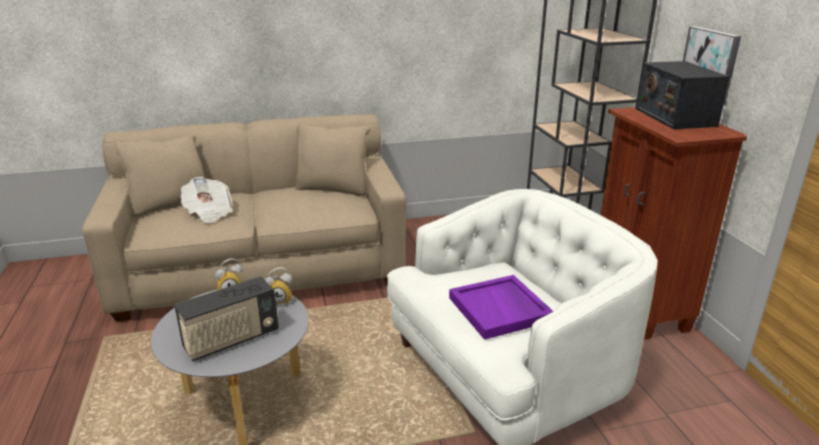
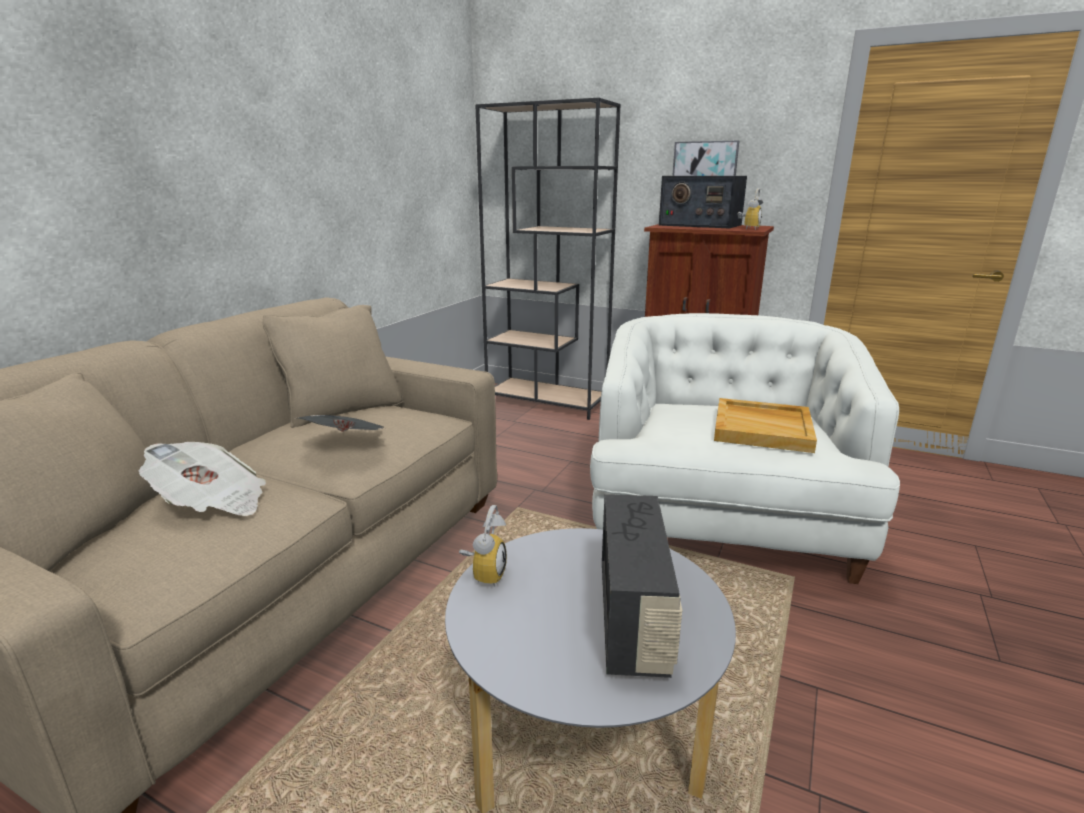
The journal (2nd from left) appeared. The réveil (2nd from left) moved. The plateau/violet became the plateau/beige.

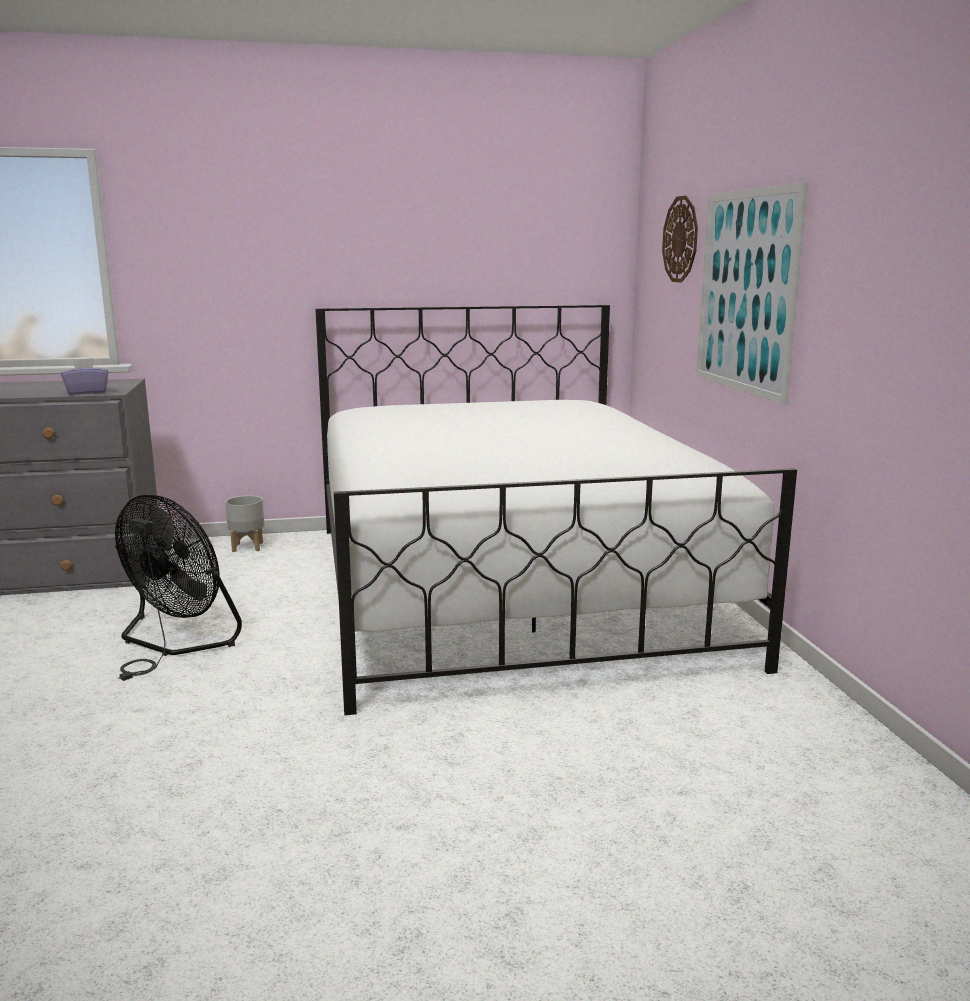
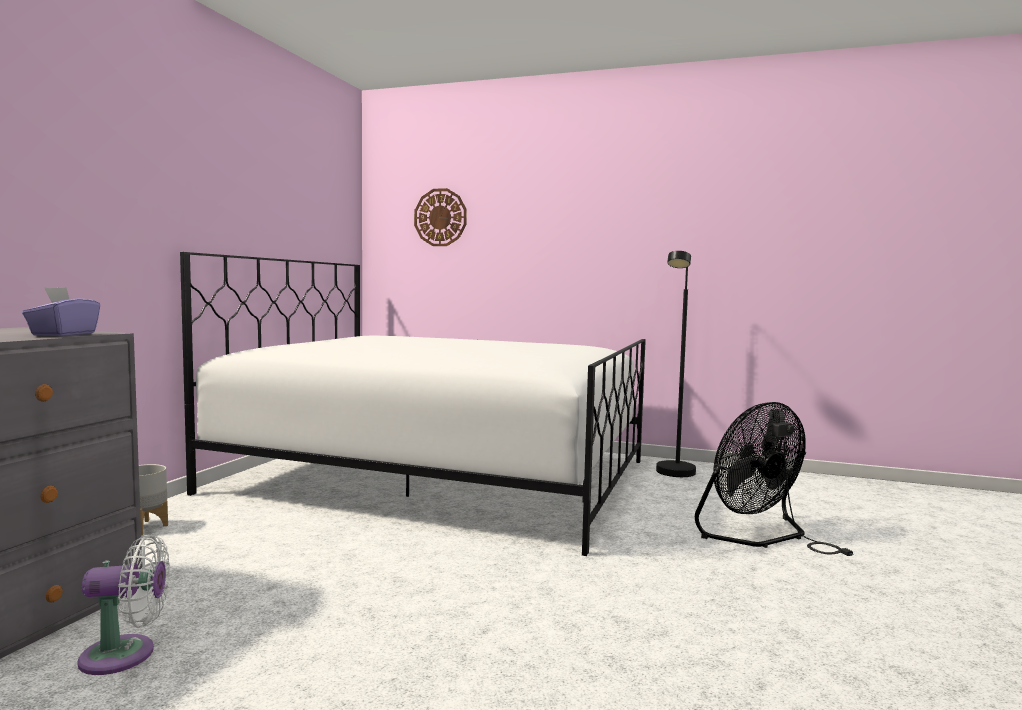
The tableau disappeared. The ventilateur/blanc appeared. The lampadaire/noir appeared. The ventilateur/noir moved.

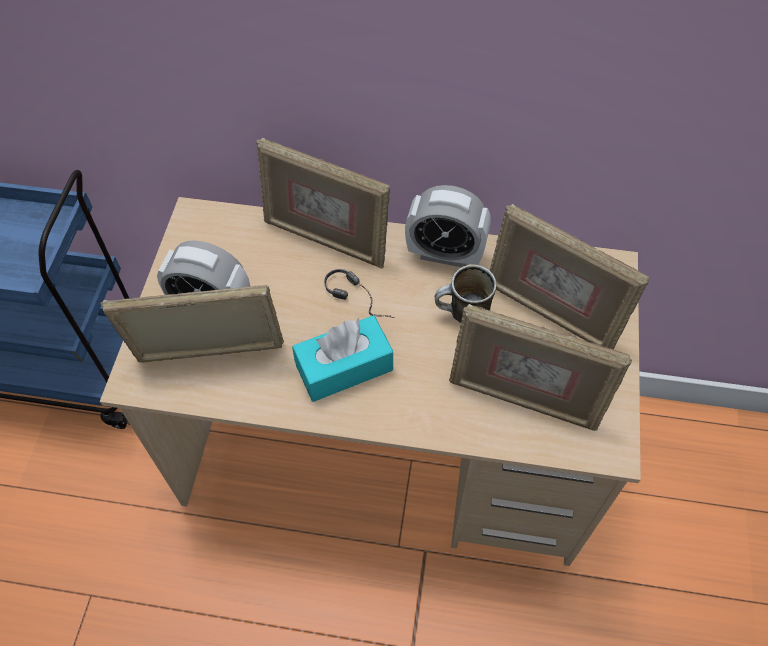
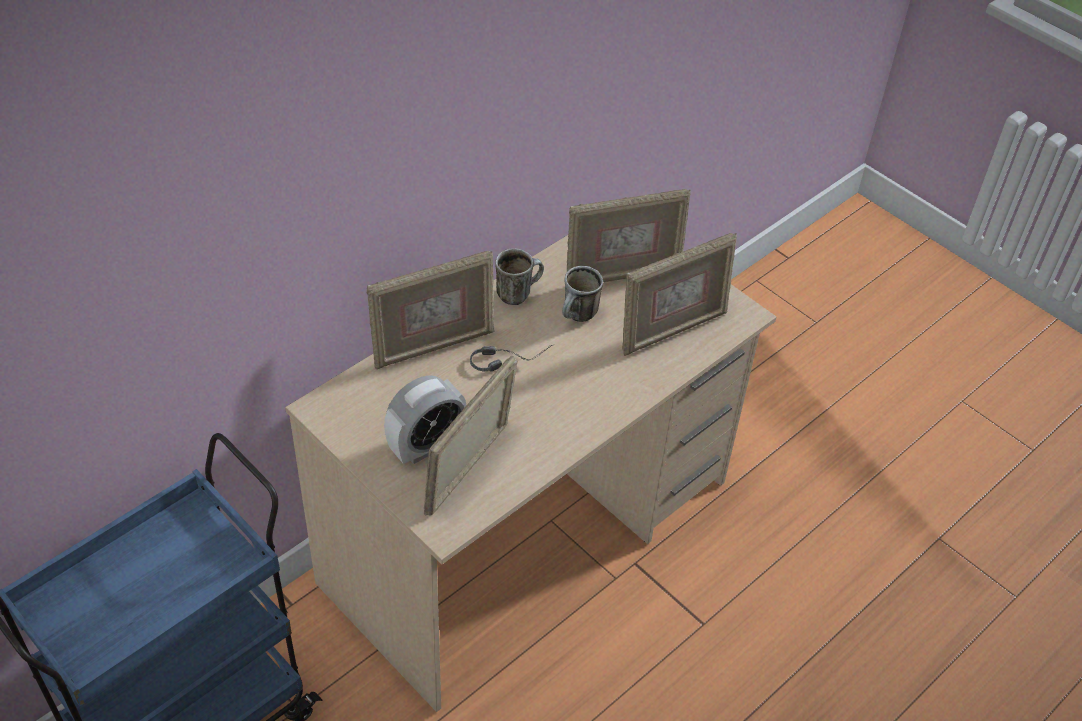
The boîte à mouchoirs/turquoise disappeared. The réveil (2nd from left) was replaced by the mug (1st from left).

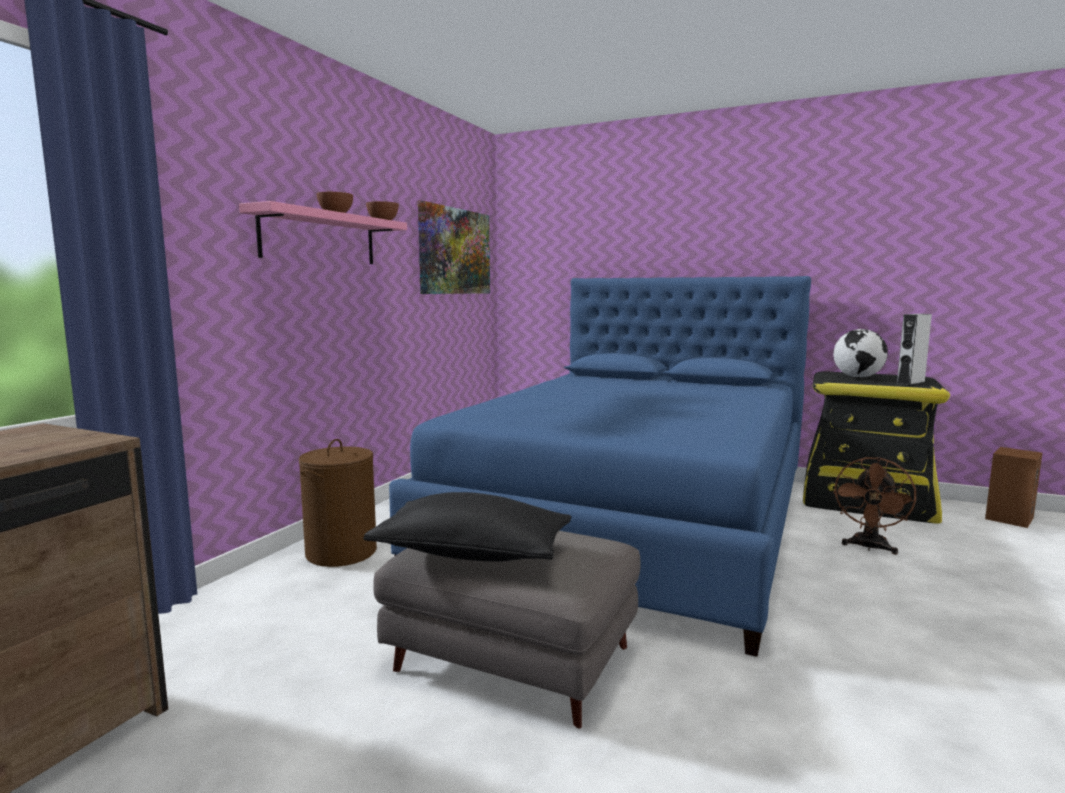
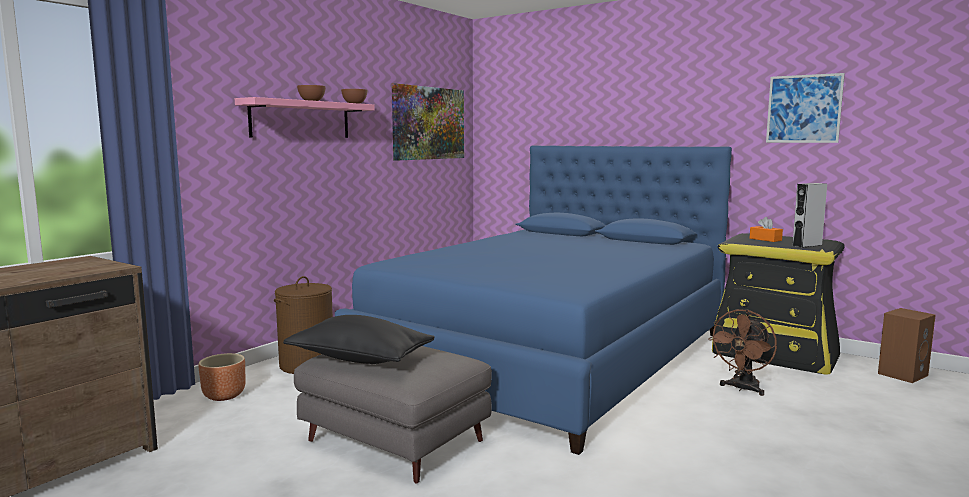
The cache-pot/marron appeared. The tableau (2nd from left) appeared. The globe was replaced by the boîte à mouchoirs/orange.

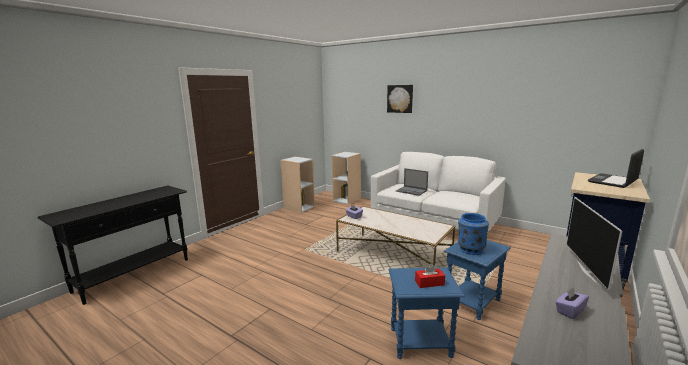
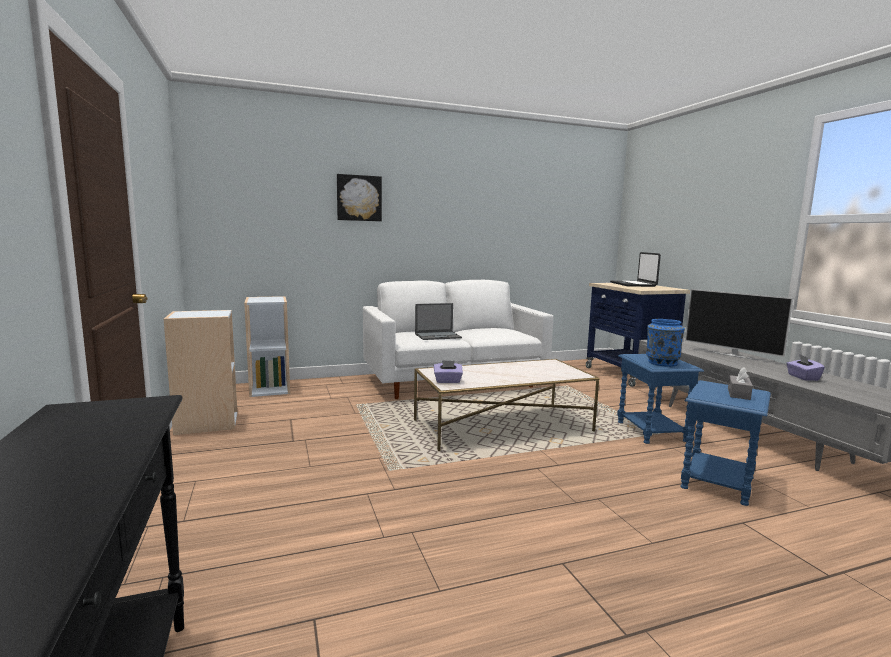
The boîte à mouchoirs/rouge became the boîte à mouchoirs/gris.

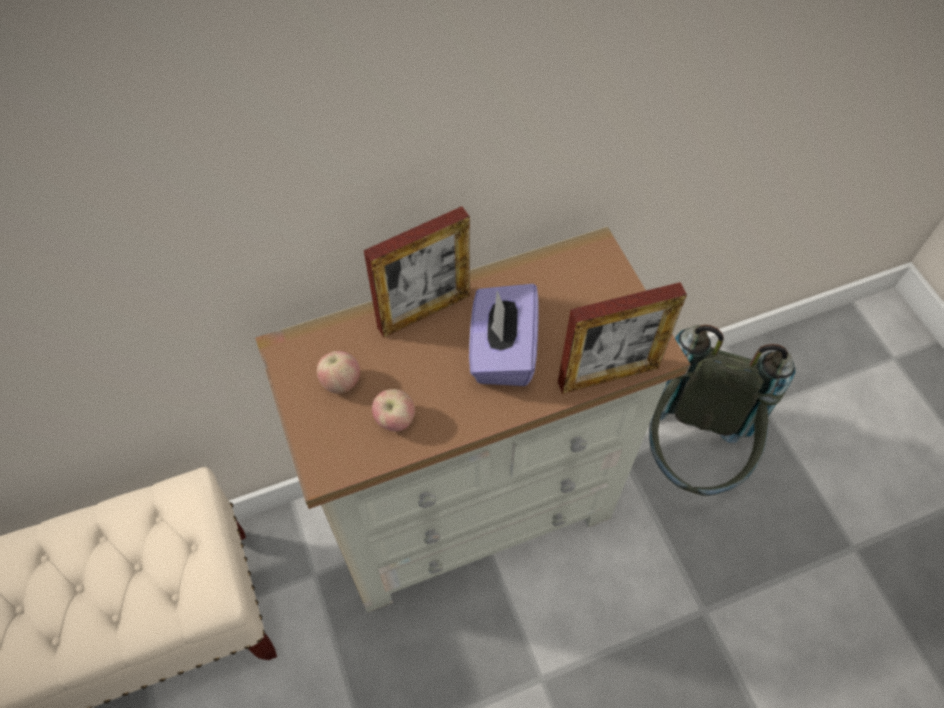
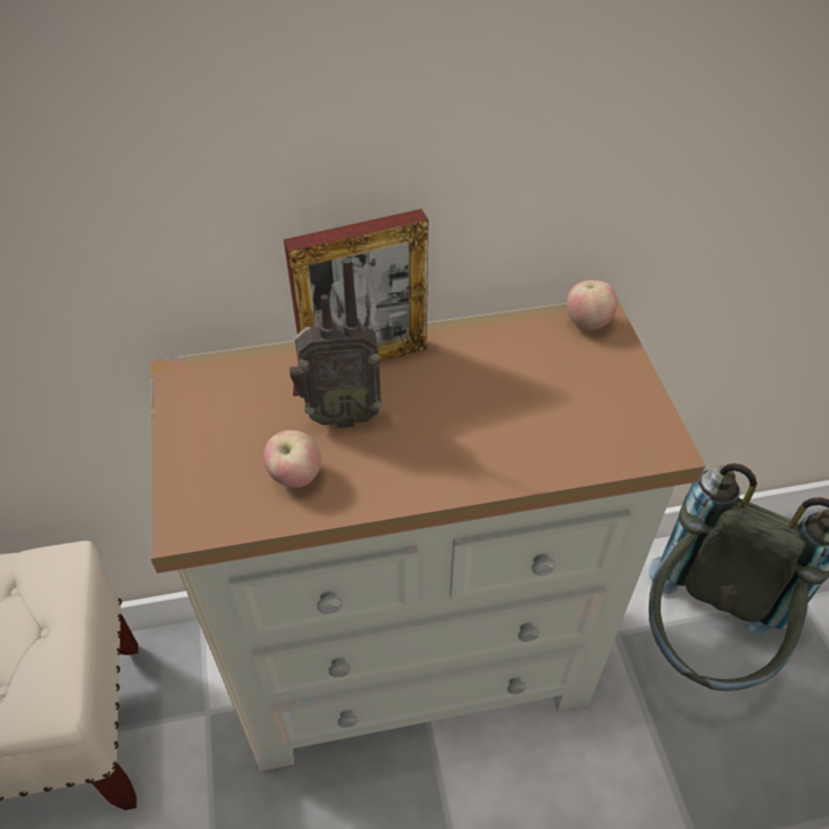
The boîte à mouchoirs/violet disappeared. The cadre photo (2nd from left) disappeared. The radio appeared. The pomme (1st from left in the first image) moved.

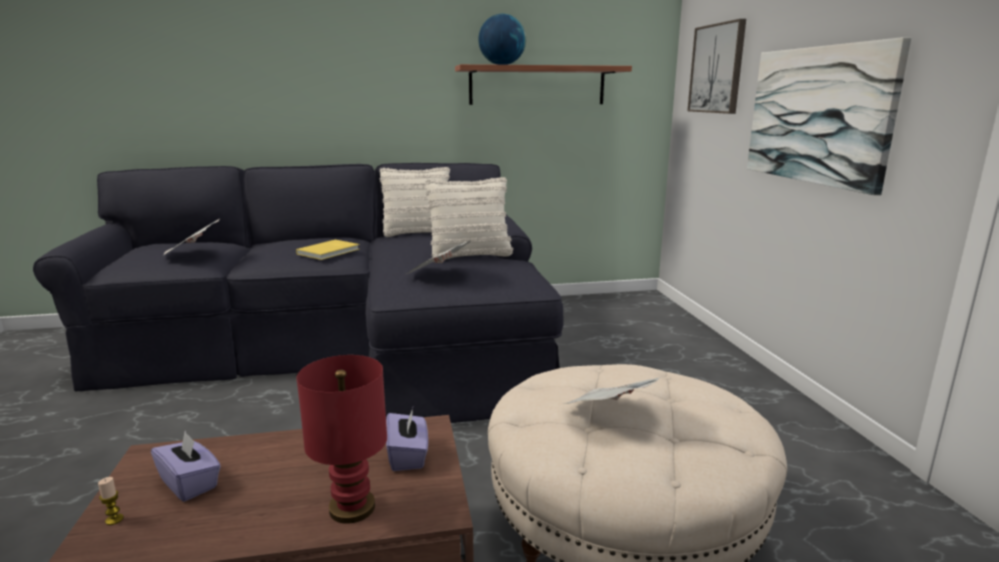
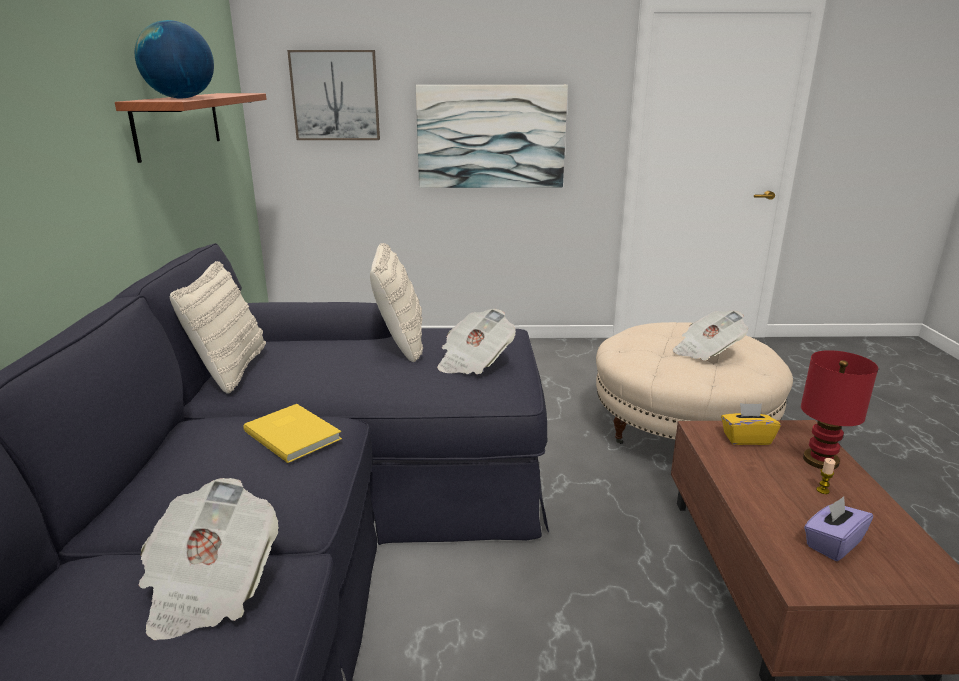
The bougie moved. The boîte à mouchoirs/violet (2nd from left) became the boîte à mouchoirs/jaune.

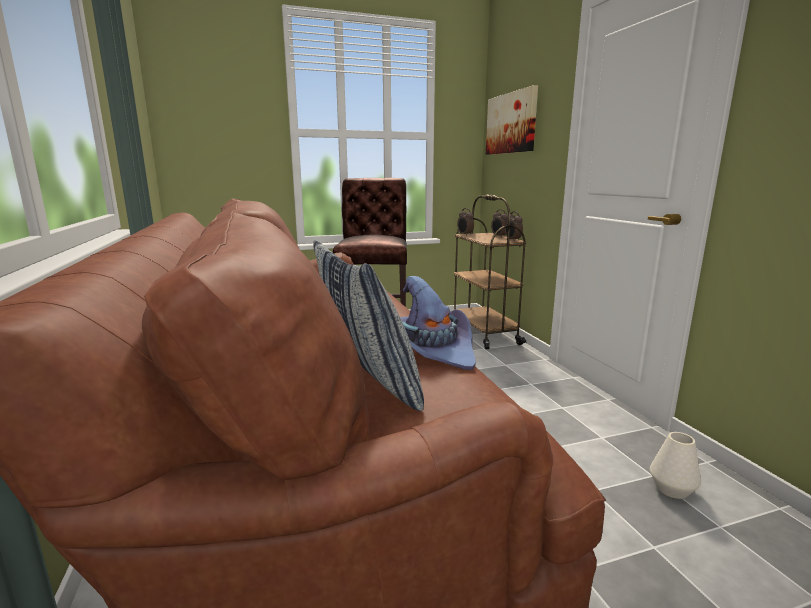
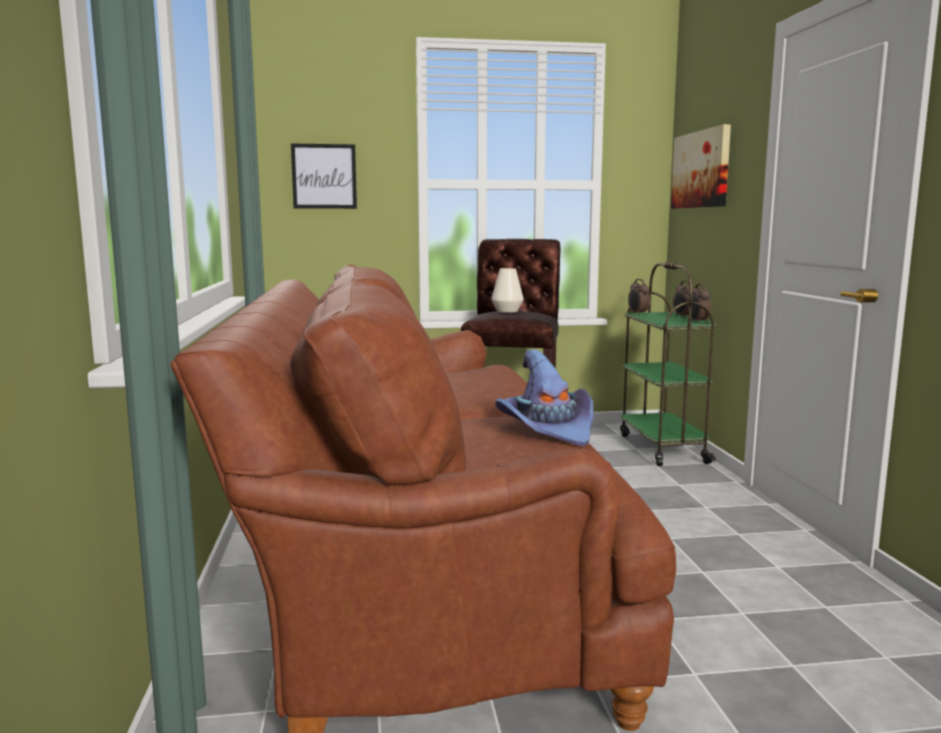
The coussin disappeared. The tableau (1st from left) appeared. The vase/blanc moved. The chariot/marron became the chariot/vert.

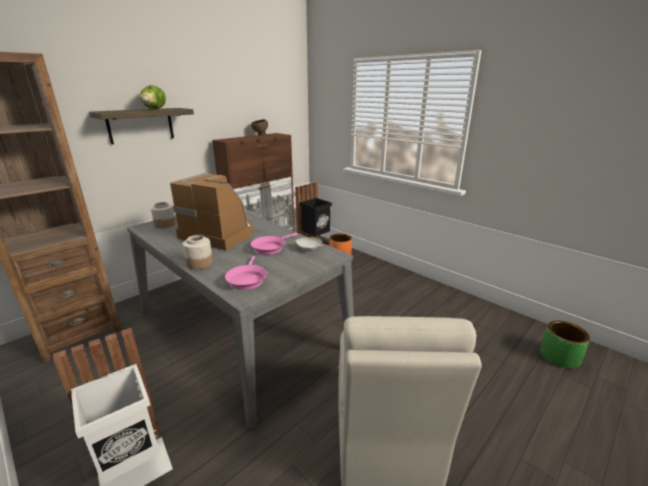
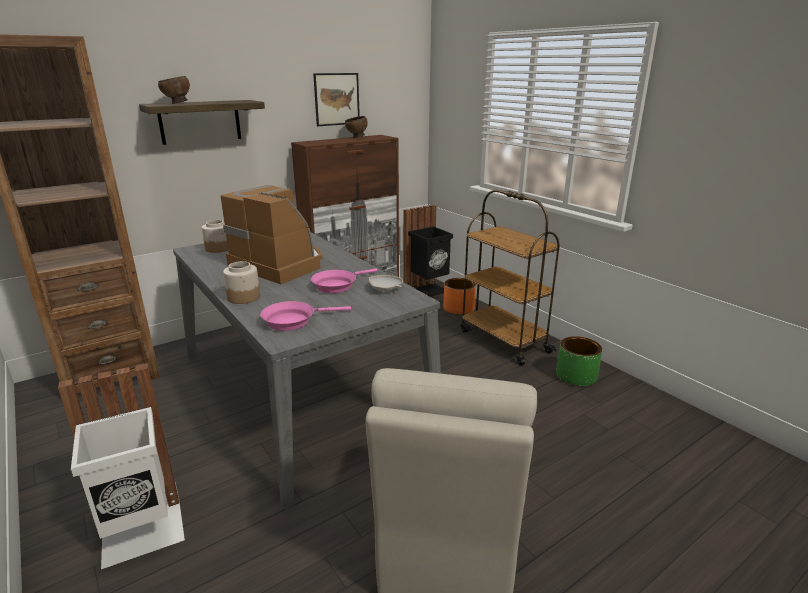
The laitue disappeared. The bol/marron (1st from left) appeared. The tableau appeared. The chariot/marron appeared. The cache-pot/vert moved. The poêle/rose (1st from left) turned 60 degrees clockwise.

